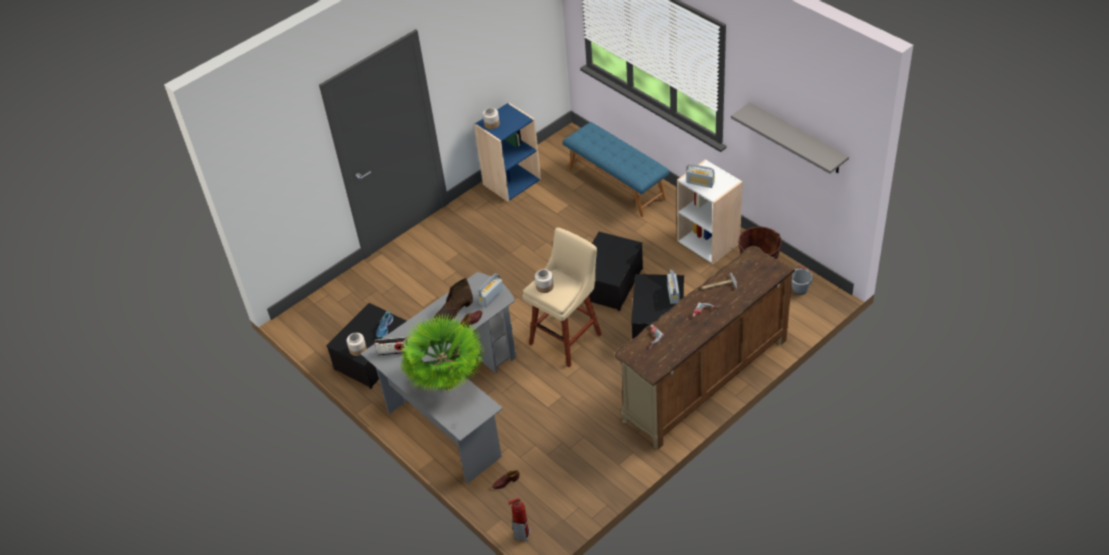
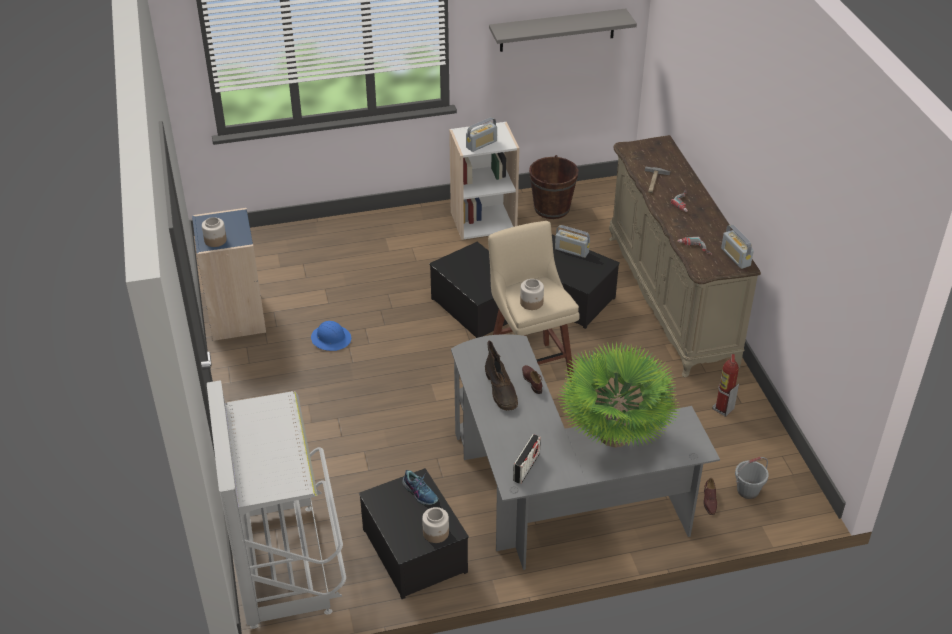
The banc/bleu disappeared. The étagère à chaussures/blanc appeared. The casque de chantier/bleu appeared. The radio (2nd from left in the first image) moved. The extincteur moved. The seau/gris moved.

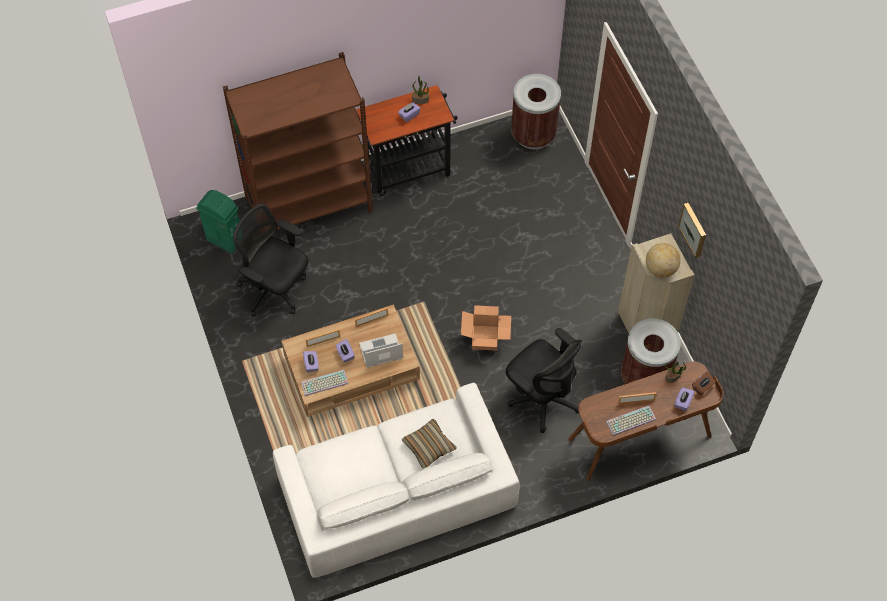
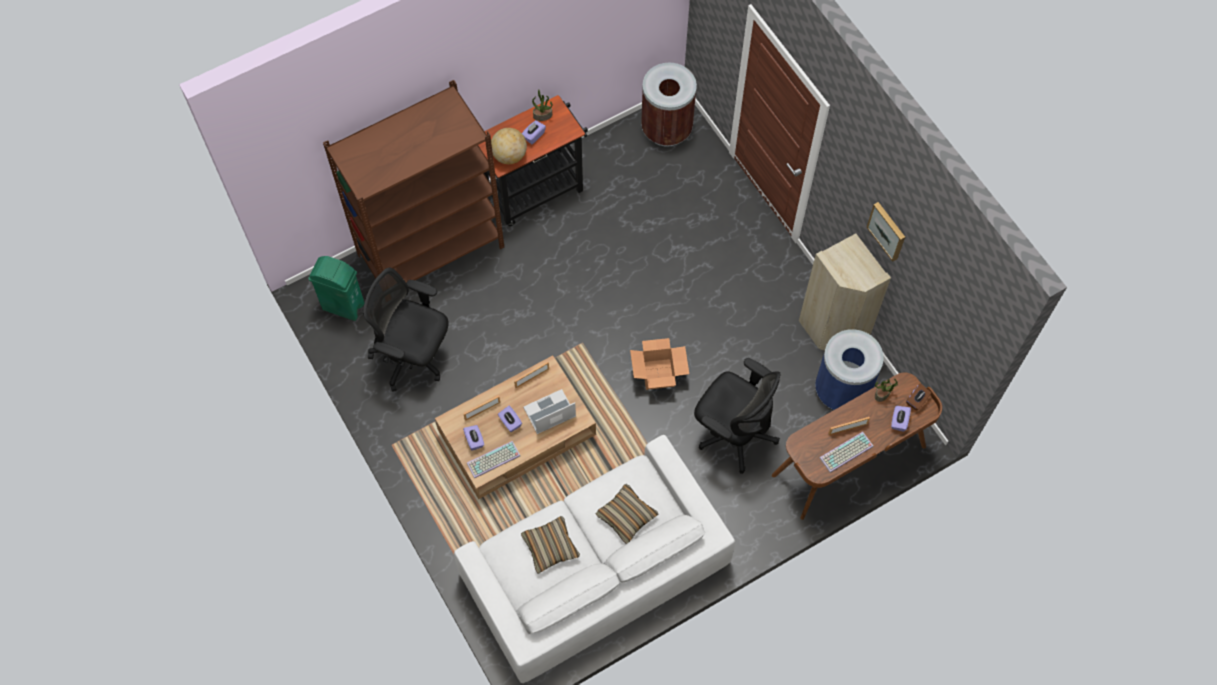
The coussin (1st from left) appeared. The globe moved. The poubelle/marron (2nd from left) became the poubelle/bleu.

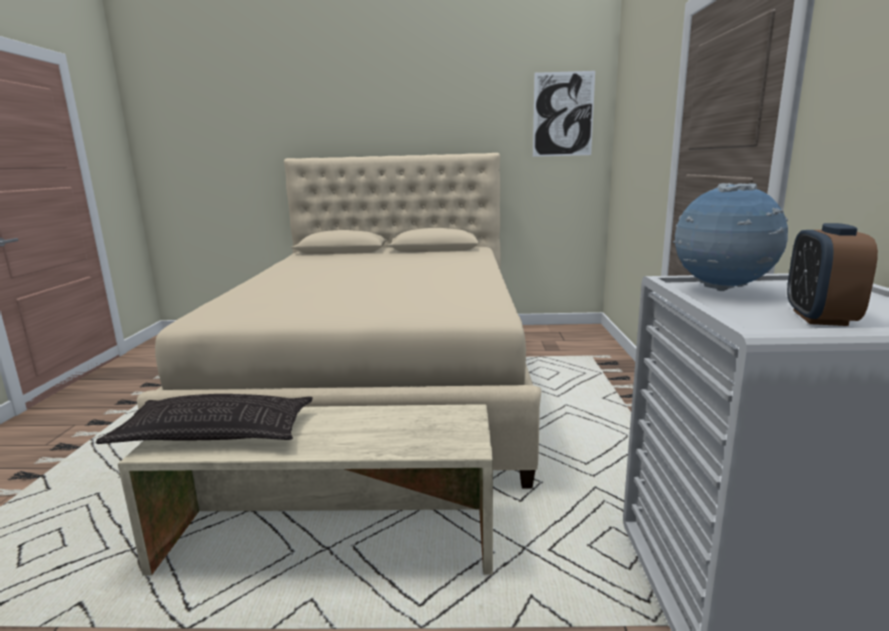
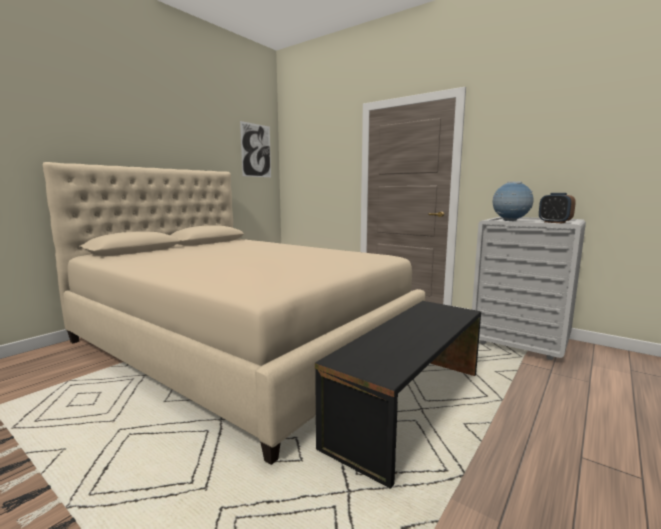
The coussin disappeared. The banc/beige became the banc/noir.

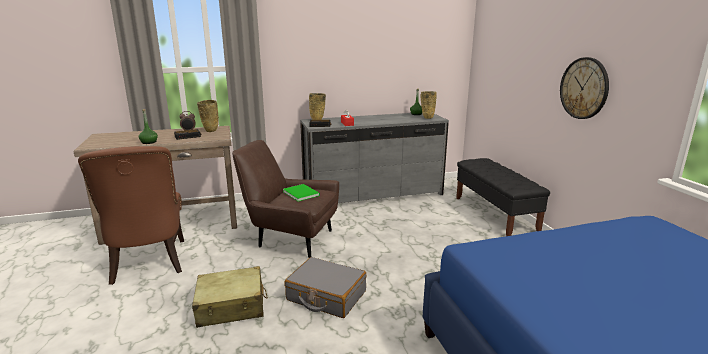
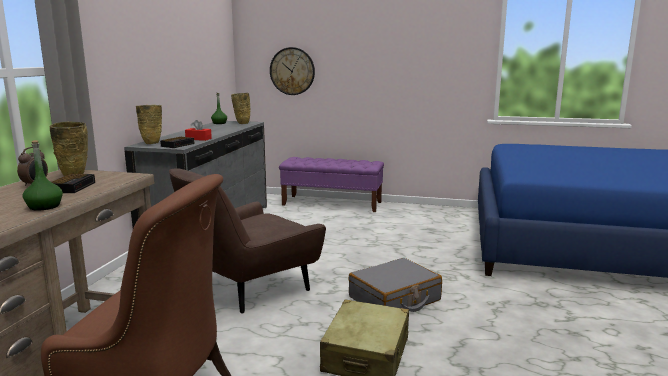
The livre/vert disappeared. The horloge murale moved. The banc/noir became the banc/violet.

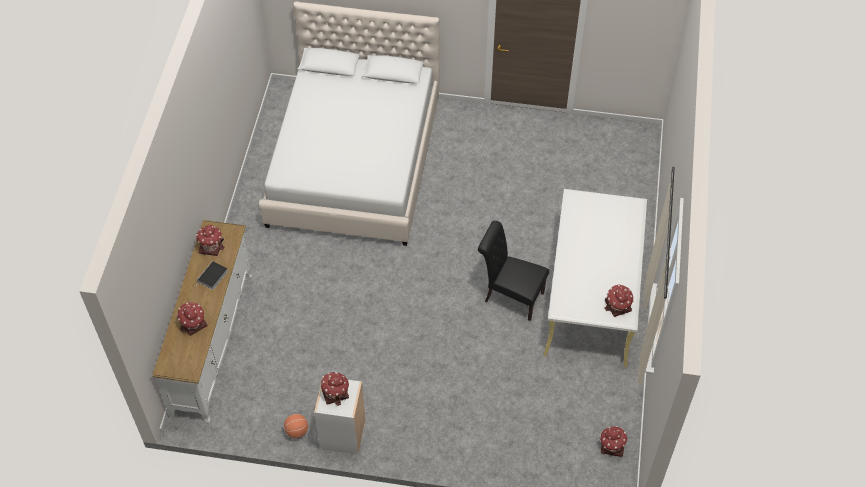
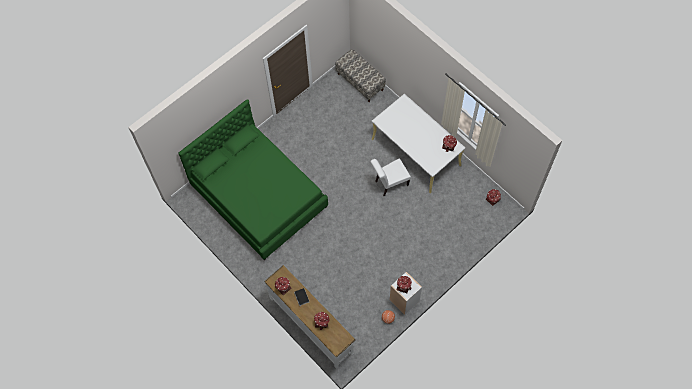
The banc appeared. The lit/blanc became the lit/vert. The chaise/noir became the chaise/blanc.

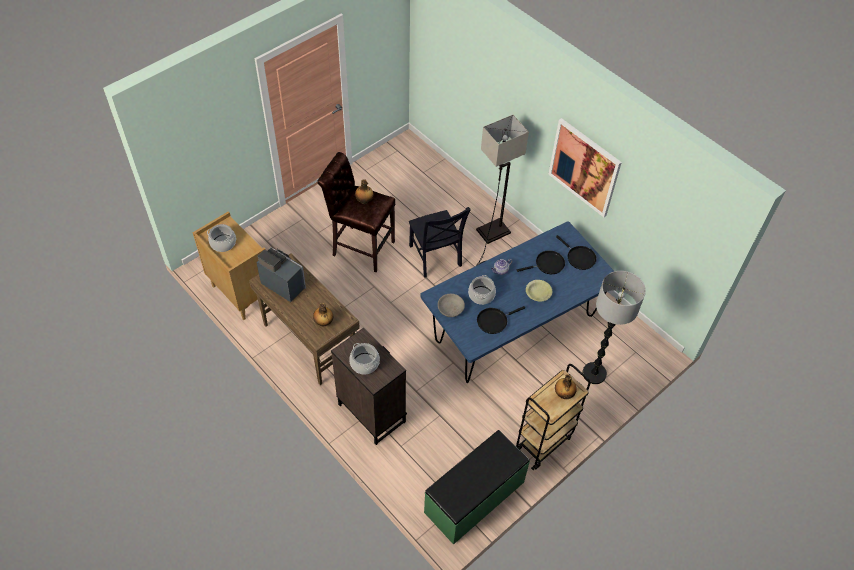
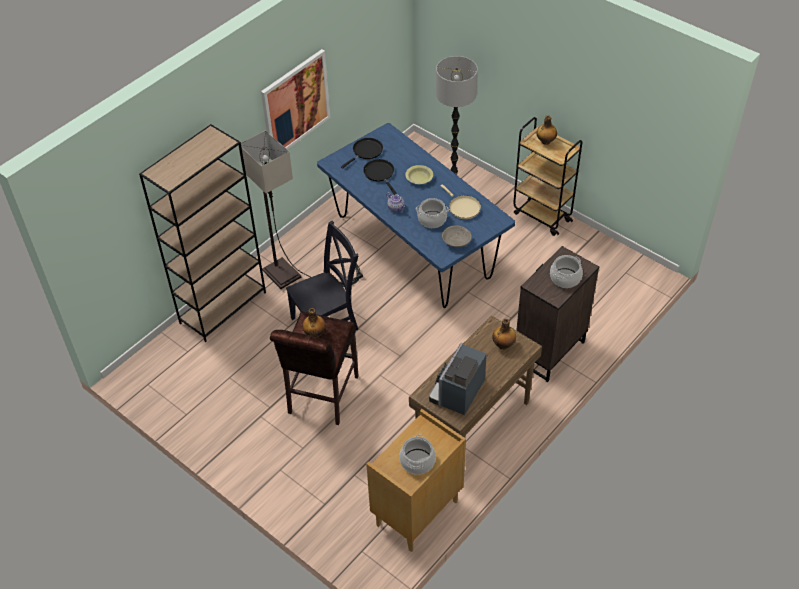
The banc/vert disappeared. The bibliothèque/beige appeared. The poêle/noir (1st from left) became the poêle/beige.

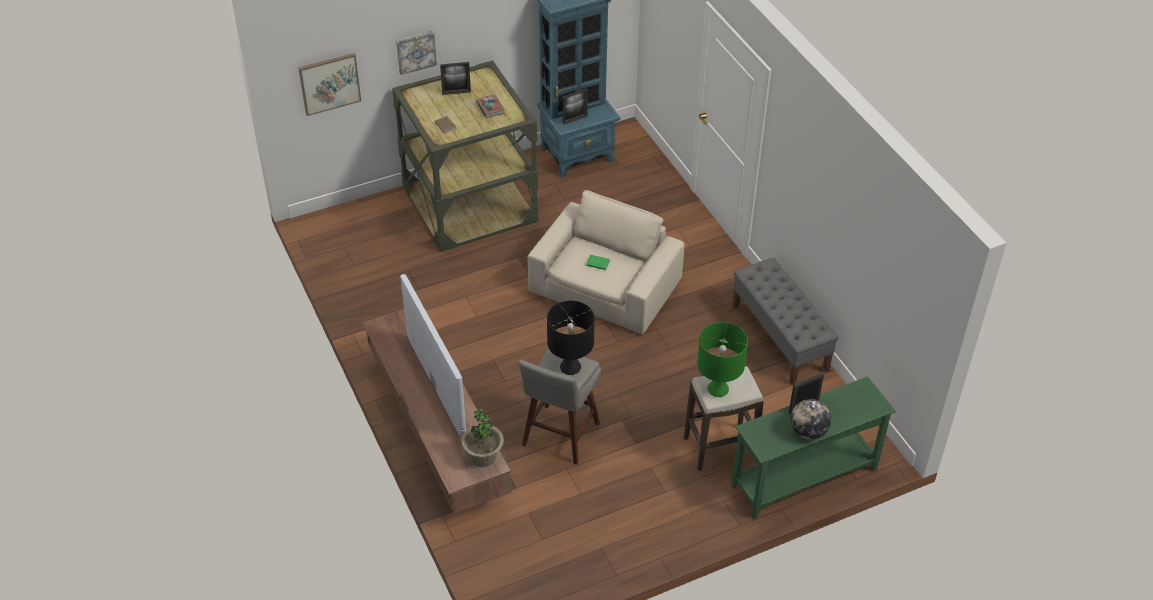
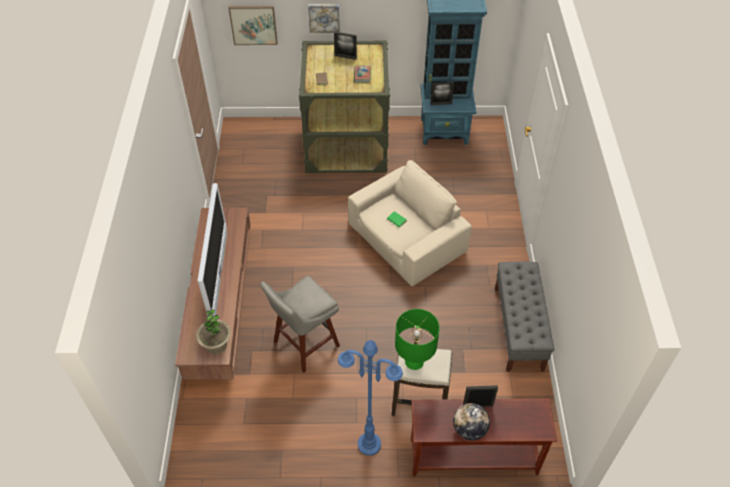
The lampe de table/noir disappeared. The lampadaire/bleu appeared. The table console/vert became the table console/marron.

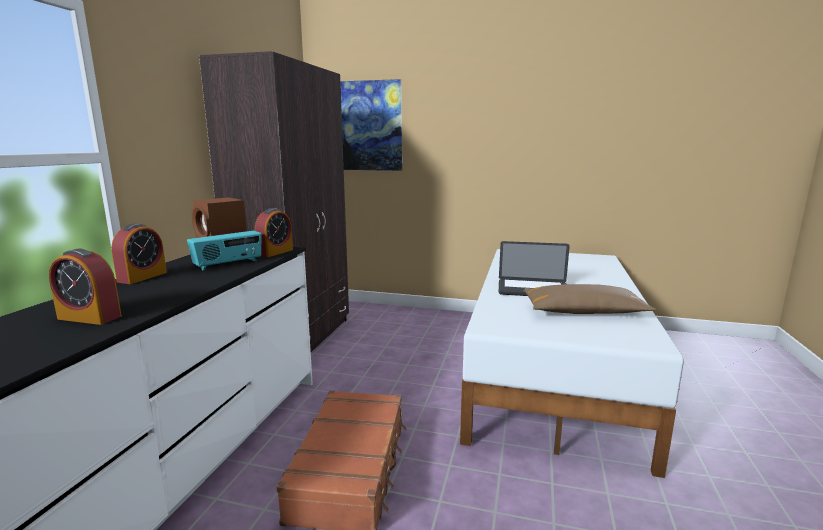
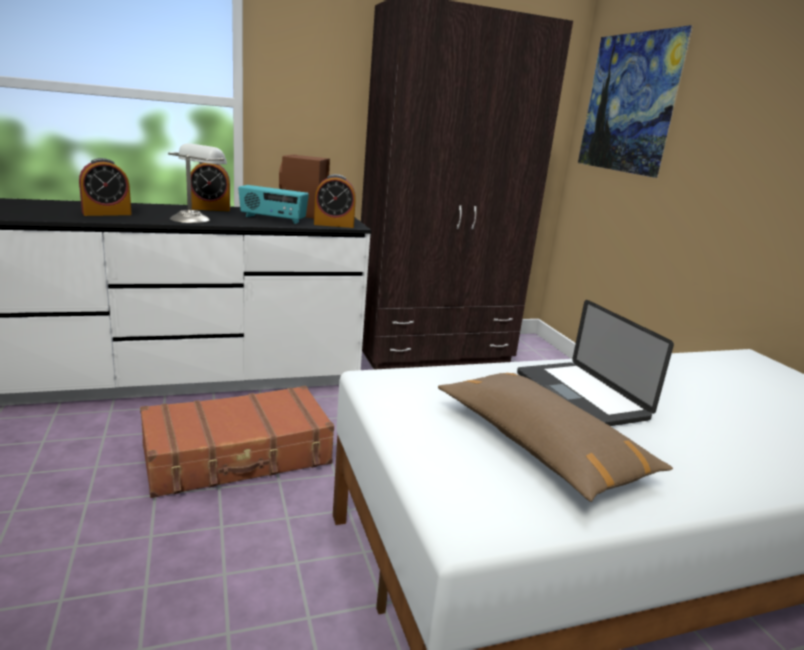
The lampe de table/blanc appeared. The réveil (1st from left) turned 105 degrees counterclockwise.

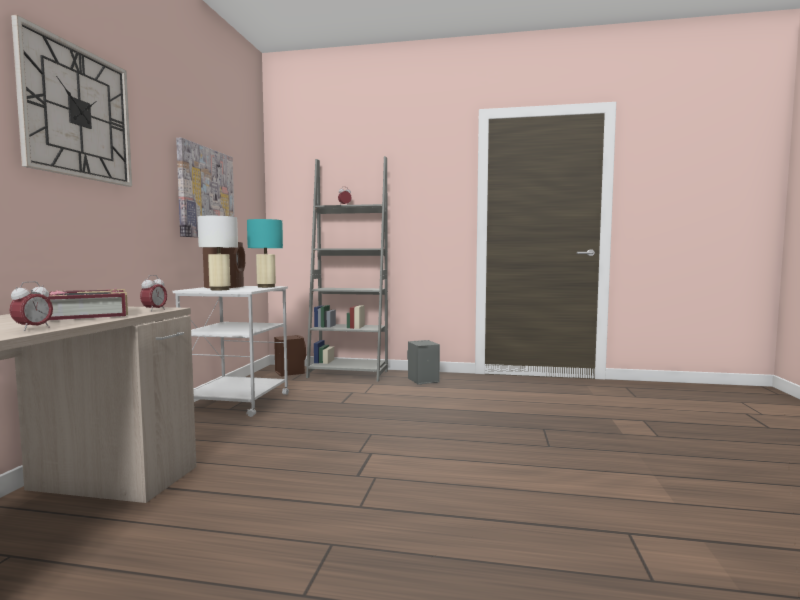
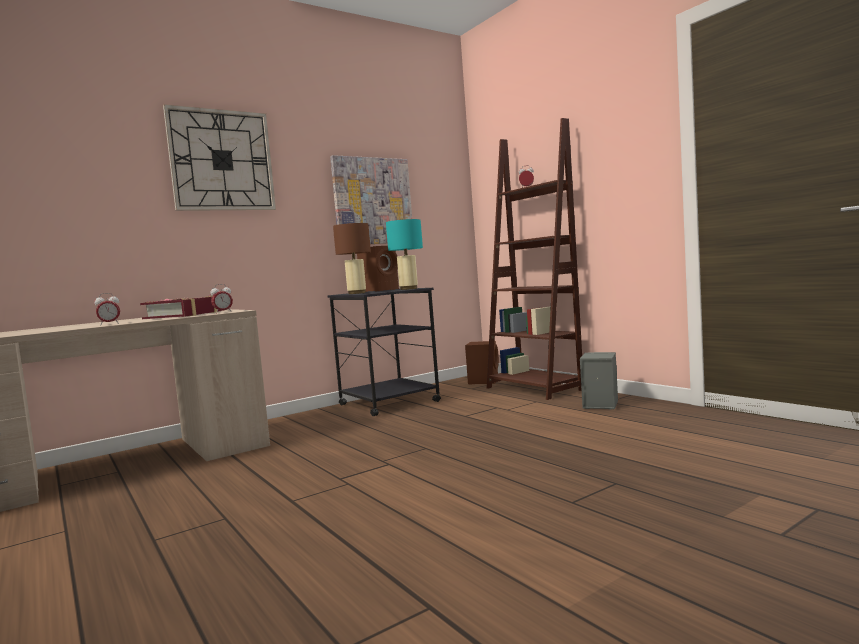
The chariot/blanc became the chariot/noir. The lampe de table/blanc became the lampe de table/marron. The bibliothèque/gris became the bibliothèque/marron.

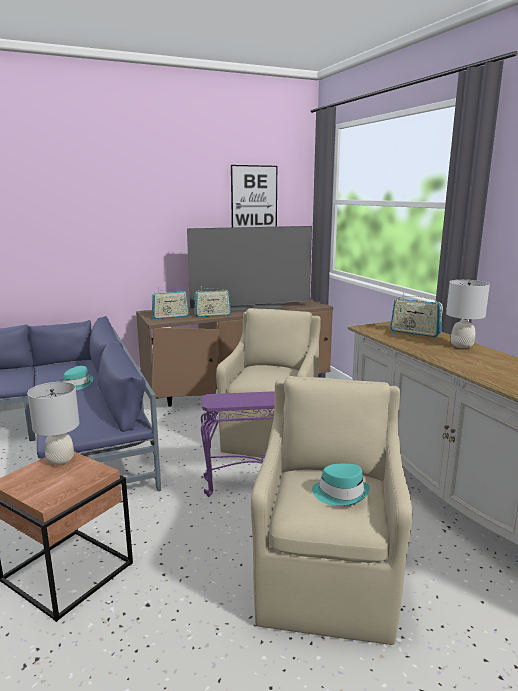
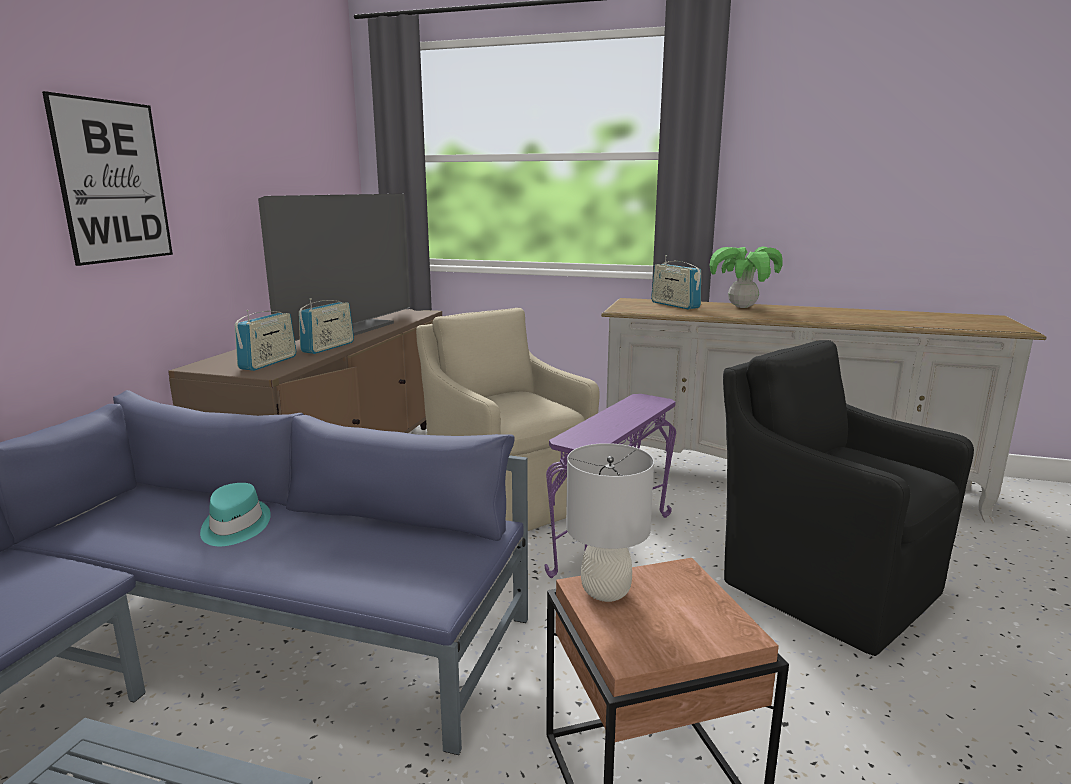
The chapeau/turquoise (2nd from left) disappeared. The tableau moved. The lampe de table/gris (2nd from left) was replaced by the plante en pot. The fauteuil/beige (2nd from left) became the fauteuil/noir. The radio (3rd from left) turned 75 degrees clockwise.

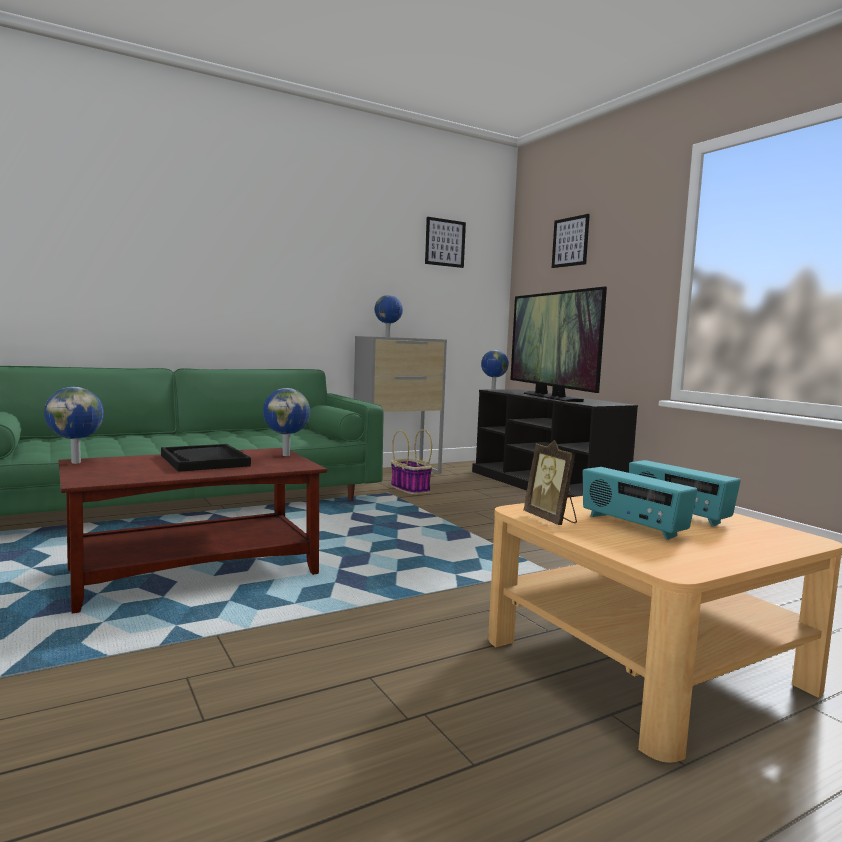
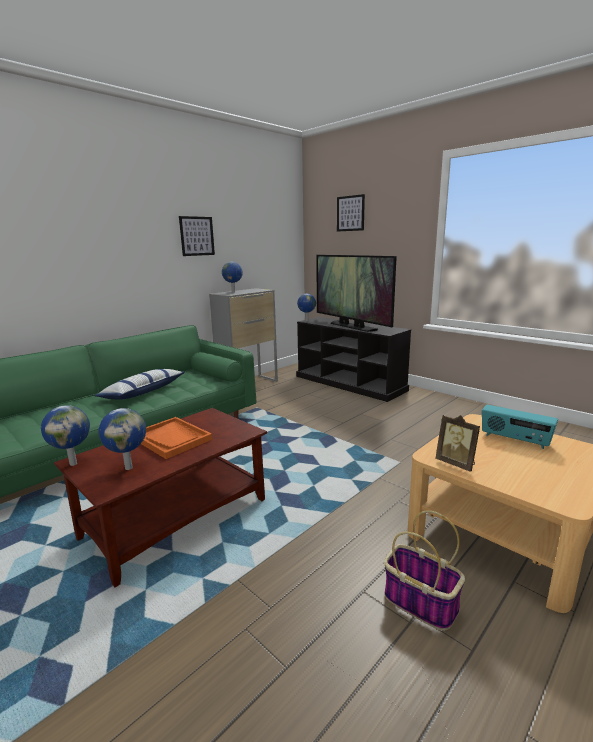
The radio (1st from left) disappeared. The coussin appeared. The globe (2nd from left) moved. The panier moved. The tableau (1st from left) moved. The plateau/noir became the plateau/orange.

